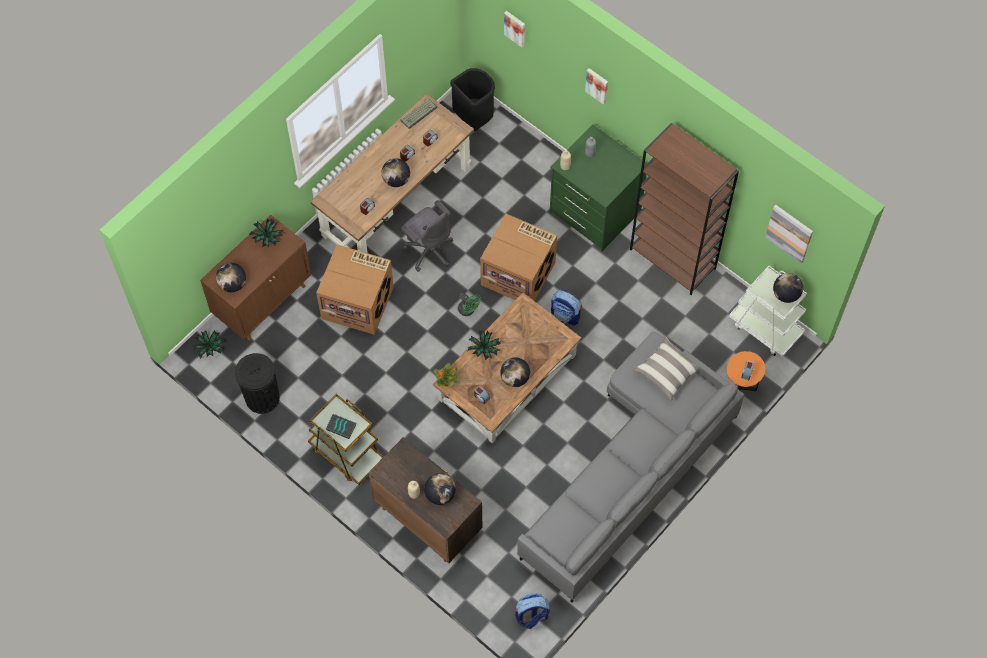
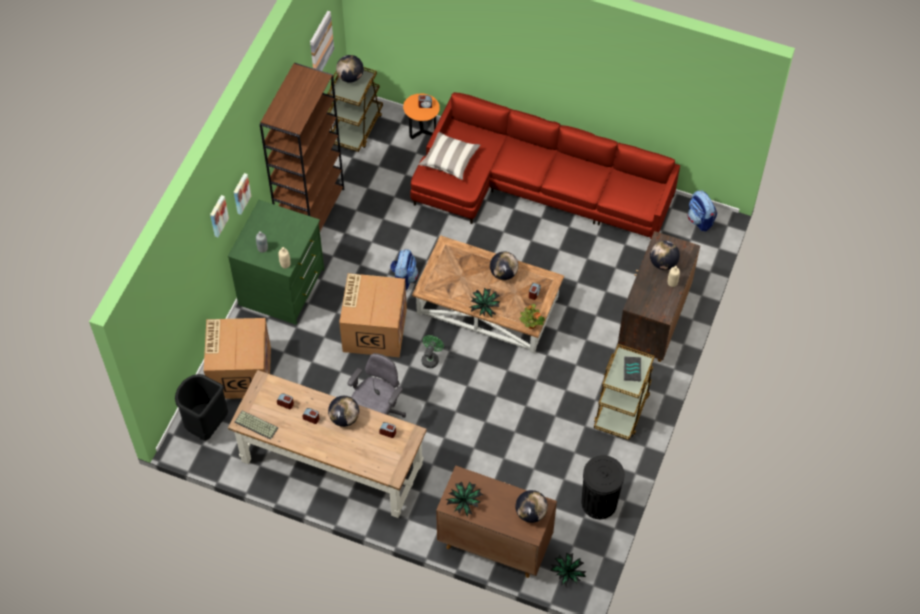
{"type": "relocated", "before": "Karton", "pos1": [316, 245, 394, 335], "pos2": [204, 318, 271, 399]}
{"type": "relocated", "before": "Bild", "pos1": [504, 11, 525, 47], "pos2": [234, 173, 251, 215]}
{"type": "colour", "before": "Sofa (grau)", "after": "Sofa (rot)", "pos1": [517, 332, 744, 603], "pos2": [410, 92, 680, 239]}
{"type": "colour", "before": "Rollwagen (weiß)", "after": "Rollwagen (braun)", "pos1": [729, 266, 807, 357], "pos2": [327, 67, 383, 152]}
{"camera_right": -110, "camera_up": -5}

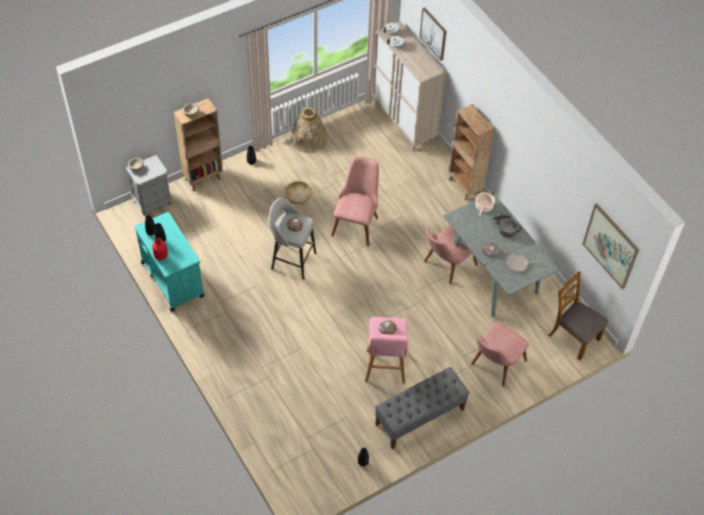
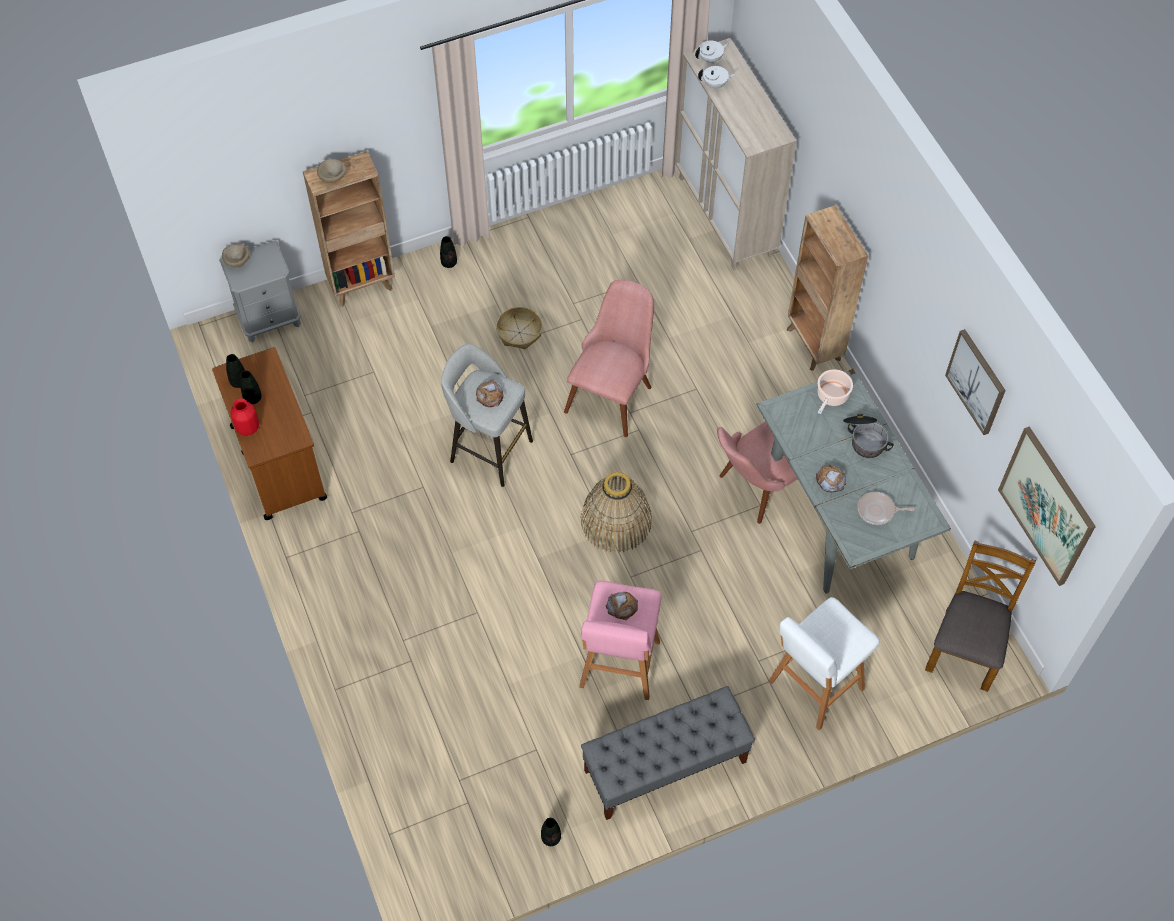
{"type": "colour", "before": "Rollwagen (türkis)", "after": "Rollwagen (braun)", "pos1": [134, 212, 205, 312], "pos2": [212, 347, 327, 520]}
{"type": "relocated", "before": "Korb", "pos1": [290, 108, 327, 153], "pos2": [580, 472, 652, 553]}
{"type": "relocated", "before": "Bild", "pos1": [420, 7, 447, 61], "pos2": [945, 329, 1006, 435]}
{"type": "exchanged", "before": "Stuhl (rosa)", "after": "Hocker (weiß)", "pos1": [471, 322, 529, 386], "pos2": [768, 597, 880, 730]}
{"type": "spun", "before": "Stuhl (braun)", "pos1": [548, 271, 608, 361], "pos2": [925, 540, 1036, 692], "turn": 60}
{"camera_right": 10, "camera_up": 5}

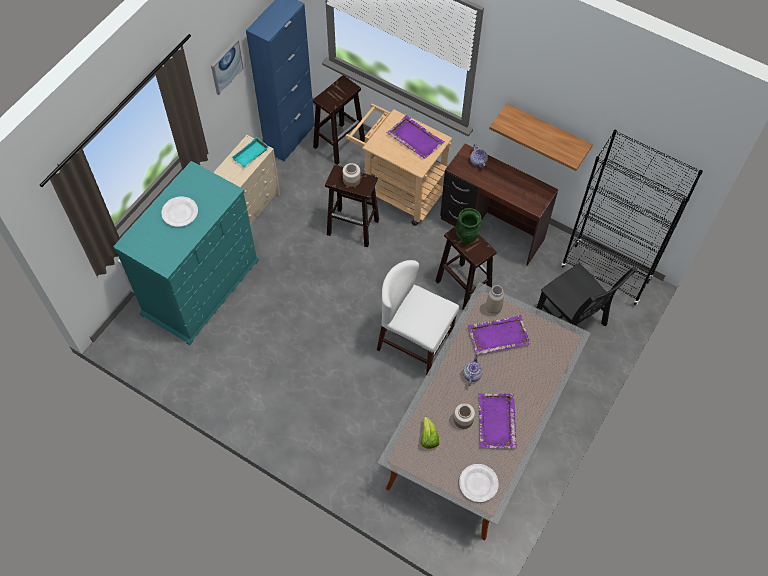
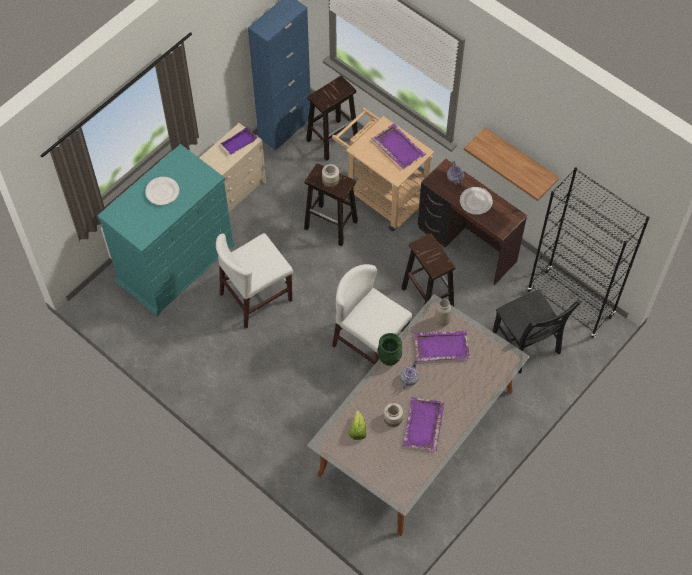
{"type": "missing", "before": "Bild", "pos1": [211, 39, 244, 95]}
{"type": "colour", "before": "Tablett (türkis)", "after": "Tablett (lila)", "pos1": [232, 137, 269, 167], "pos2": [221, 126, 258, 155]}
{"type": "relocated", "before": "Vase (grün)", "pos1": [456, 208, 482, 243], "pos2": [377, 333, 402, 366]}
{"type": "relocated", "before": "Teller (weiß)", "pos1": [459, 464, 499, 502], "pos2": [460, 187, 493, 215]}
{"type": "appeared", "after": "Stuhl (weiß)", "pos2": [216, 233, 293, 329]}
{"camera_right": 10, "camera_up": 0}

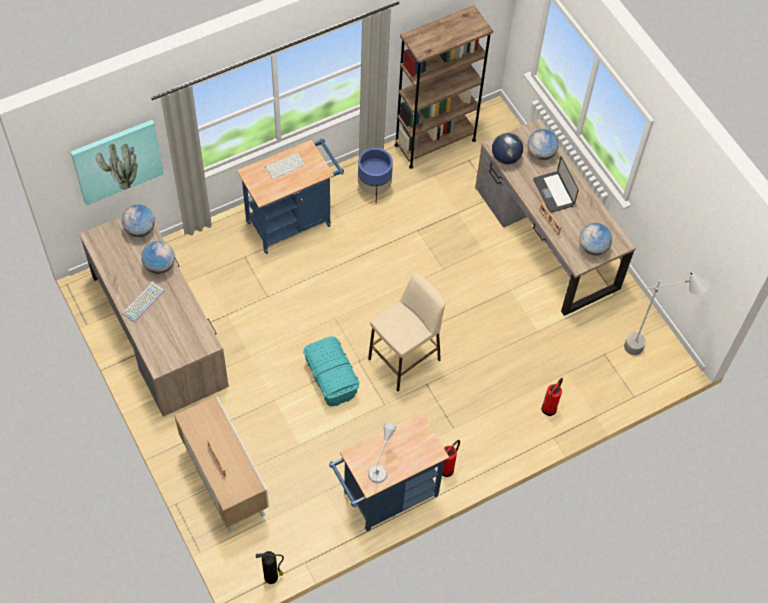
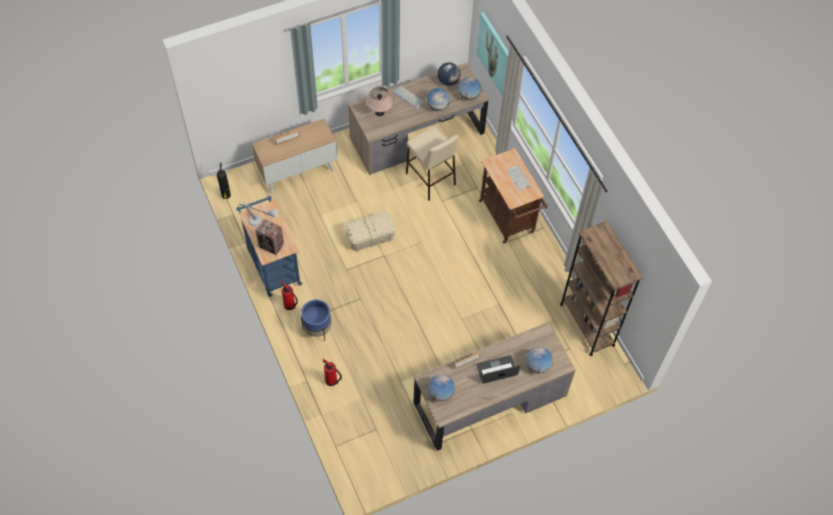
{"type": "colour", "before": "Rollwagen (blau)", "after": "Rollwagen (braun)", "pos1": [237, 139, 344, 254], "pos2": [479, 148, 548, 244]}
{"type": "colour", "before": "Aufbewahrungsbox (türkis)", "after": "Aufbewahrungsbox (beige)", "pos1": [304, 336, 359, 406], "pos2": [345, 211, 396, 251]}
{"type": "relocated", "before": "Pflanzkübel (blau)", "pos1": [358, 148, 393, 202], "pos2": [301, 299, 331, 341]}
{"type": "relocated", "before": "Hocker (beige)", "pos1": [368, 273, 445, 391], "pos2": [406, 126, 458, 201]}
{"type": "relocated", "before": "Globus", "pos1": [492, 133, 523, 164], "pos2": [437, 63, 460, 86]}
{"type": "missing", "before": "Stehlampe (grau)", "pos1": [624, 272, 709, 355]}
{"type": "appeared", "after": "Lautsprecher", "pos2": [255, 219, 284, 255]}
{"type": "appeared", "after": "Tischlampe (beige)", "pos2": [366, 86, 394, 116]}
{"camera_right": 95, "camera_up": 0}

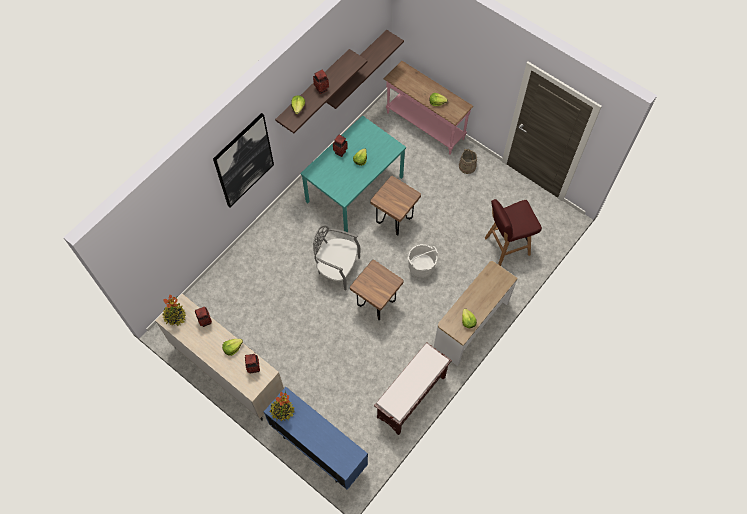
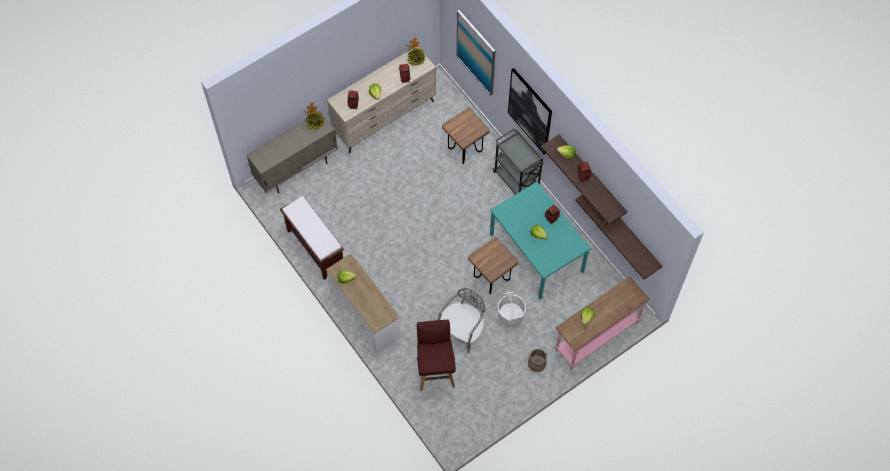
{"type": "colour", "before": "Schrank (blau)", "after": "Schrank (beige)", "pos1": [264, 387, 368, 490], "pos2": [246, 111, 338, 194]}
{"type": "relocated", "before": "Stuhl (grau)", "pos1": [313, 225, 361, 291], "pos2": [438, 288, 485, 354]}
{"type": "relocated", "before": "Hocker (braun)", "pos1": [350, 260, 404, 320], "pos2": [442, 107, 490, 164]}
{"type": "relocated", "before": "Eimer (weiß)", "pos1": [408, 244, 438, 278], "pos2": [498, 292, 526, 327]}
{"type": "appeared", "after": "Bild", "pos2": [456, 10, 495, 96]}
{"type": "appeared", "after": "Rollwagen (grau)", "pos2": [492, 129, 544, 195]}
{"camera_right": 105, "camera_up": 0}

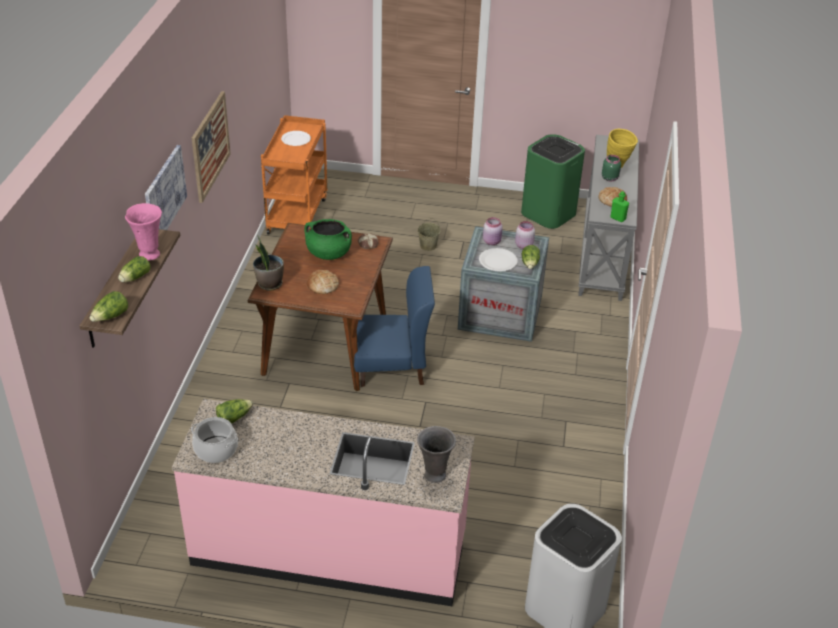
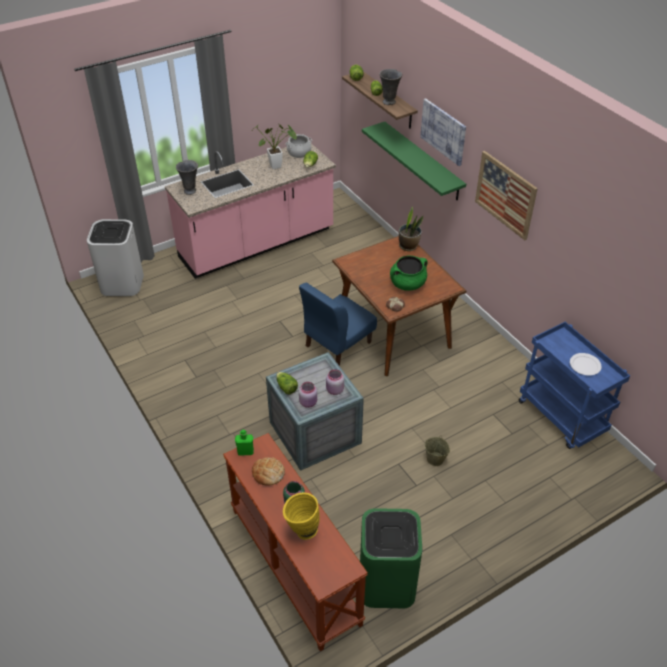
{"type": "colour", "before": "Vase (rosa)", "after": "Vase (grau)", "pos1": [125, 203, 162, 261], "pos2": [380, 69, 402, 105]}
{"type": "colour", "before": "Rollwagen (orange)", "after": "Rollwagen (blau)", "pos1": [261, 115, 327, 235], "pos2": [519, 322, 630, 449]}
{"type": "missing", "before": "Brot", "pos1": [307, 270, 339, 294]}
{"type": "missing", "before": "Teller (weiß)", "pos1": [479, 248, 518, 272]}
{"type": "colour", "before": "Konsolentisch (grau)", "after": "Konsolentisch (braun)", "pos1": [578, 135, 639, 301], "pos2": [223, 433, 368, 651]}
{"type": "appeared", "after": "Topfpflanze", "pos2": [252, 124, 297, 169]}
{"type": "appeared", "after": "Wandregal (grün)", "pos2": [362, 122, 466, 200]}
{"camera_right": 140, "camera_up": 5}

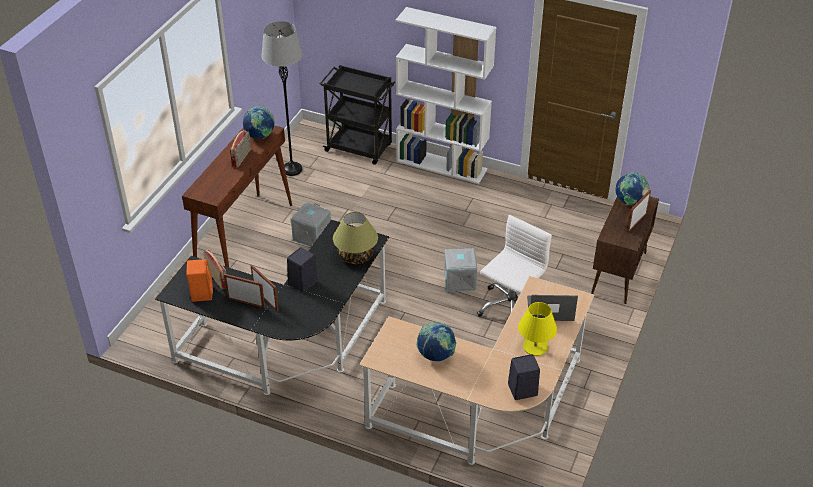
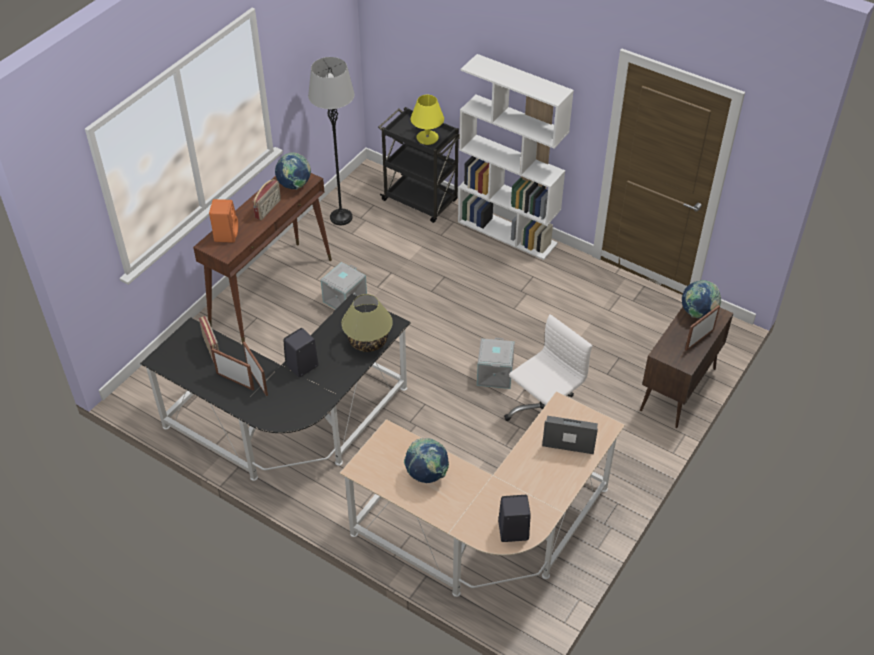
{"type": "relocated", "before": "Lautsprecher (orange)", "pos1": [186, 259, 213, 302], "pos2": [209, 199, 238, 243]}
{"type": "relocated", "before": "Tischlampe (gelb)", "pos1": [518, 302, 557, 356], "pos2": [411, 95, 444, 145]}
{"camera_right": 10, "camera_up": 5}

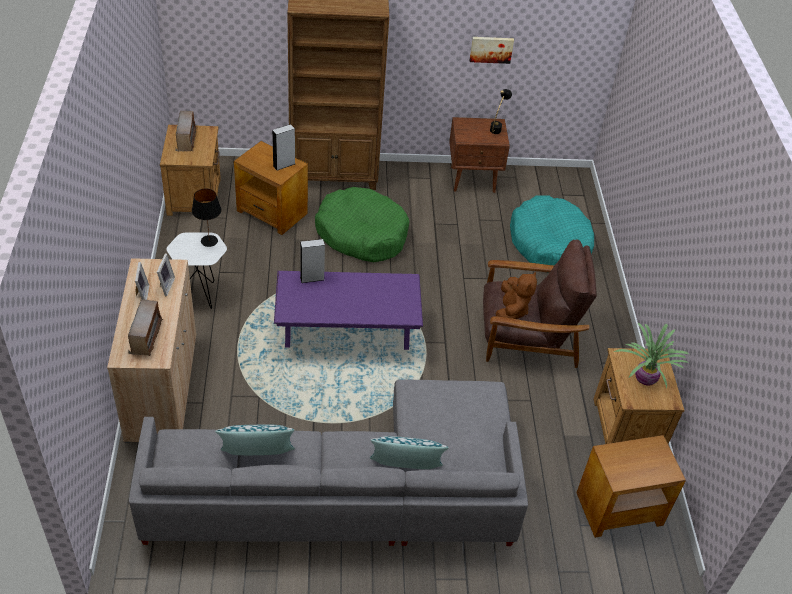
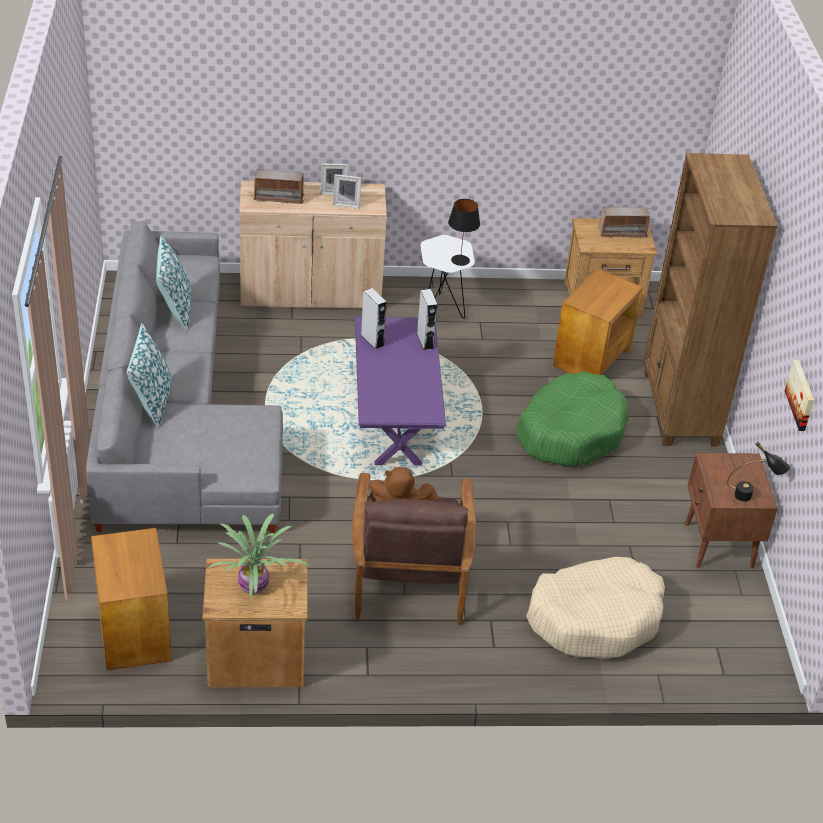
{"type": "relocated", "before": "Lautsprecher (grau)", "pos1": [272, 124, 295, 170], "pos2": [361, 288, 387, 350]}
{"type": "colour", "before": "Hundebett (türkis)", "after": "Hundebett (beige)", "pos1": [510, 195, 594, 273], "pos2": [526, 557, 665, 659]}
{"camera_right": 90, "camera_up": -5}

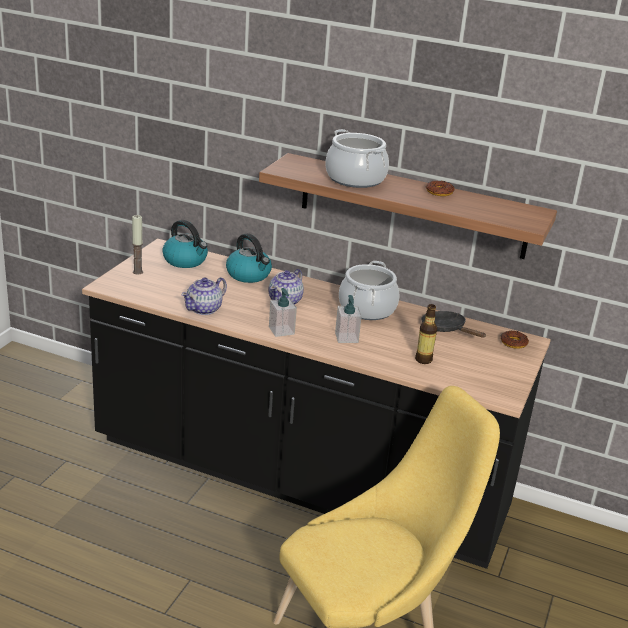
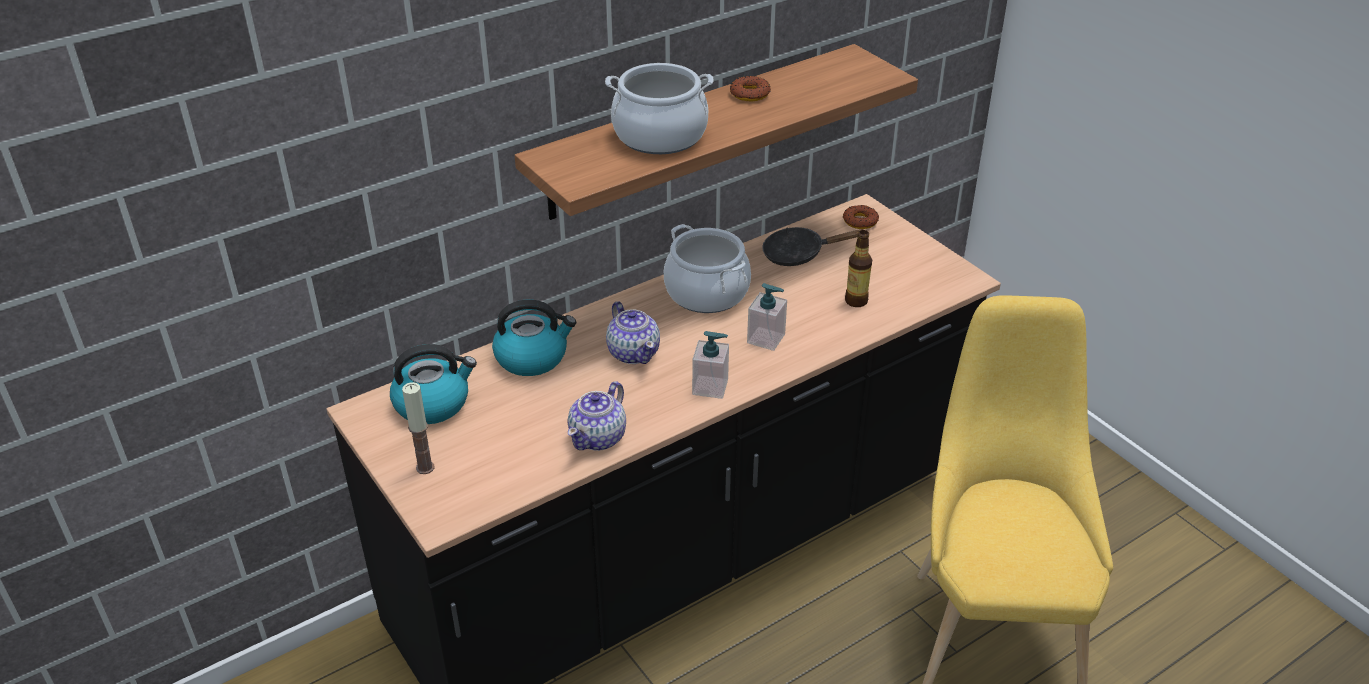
{"type": "spun", "before": "Teekanne", "pos1": [181, 277, 227, 315], "pos2": [568, 381, 626, 451], "turn": 45}
{"camera_right": -55, "camera_up": 10}

